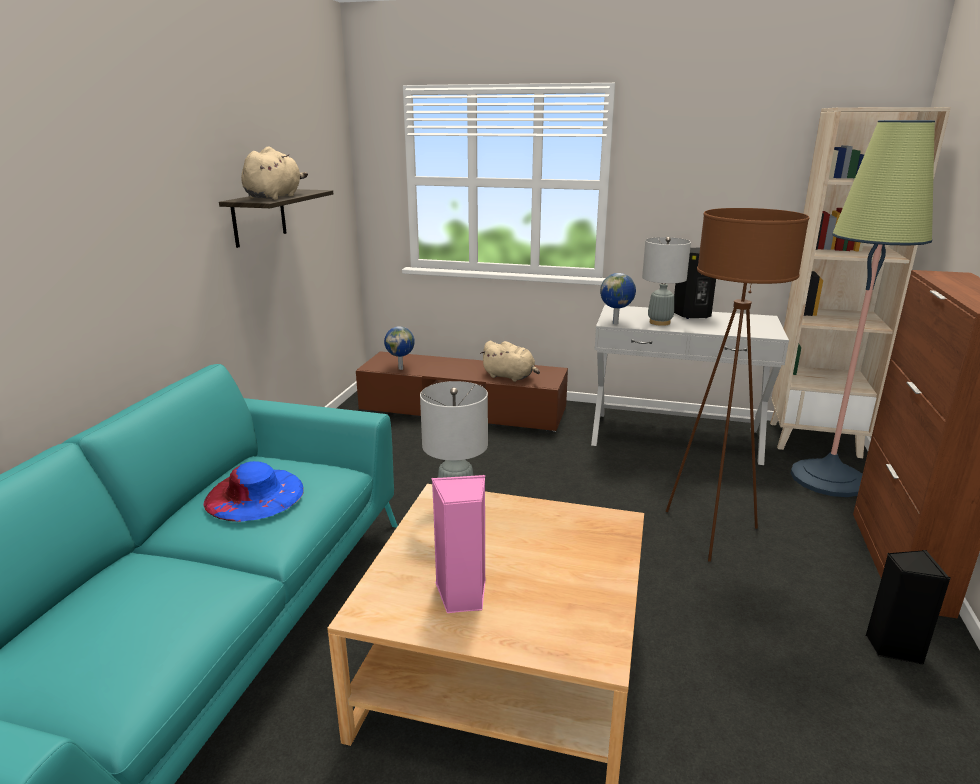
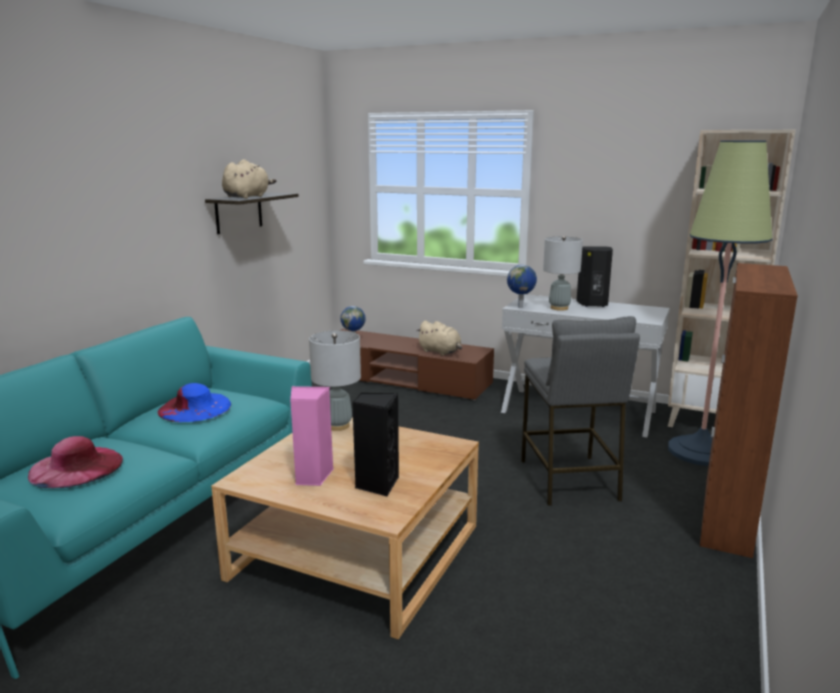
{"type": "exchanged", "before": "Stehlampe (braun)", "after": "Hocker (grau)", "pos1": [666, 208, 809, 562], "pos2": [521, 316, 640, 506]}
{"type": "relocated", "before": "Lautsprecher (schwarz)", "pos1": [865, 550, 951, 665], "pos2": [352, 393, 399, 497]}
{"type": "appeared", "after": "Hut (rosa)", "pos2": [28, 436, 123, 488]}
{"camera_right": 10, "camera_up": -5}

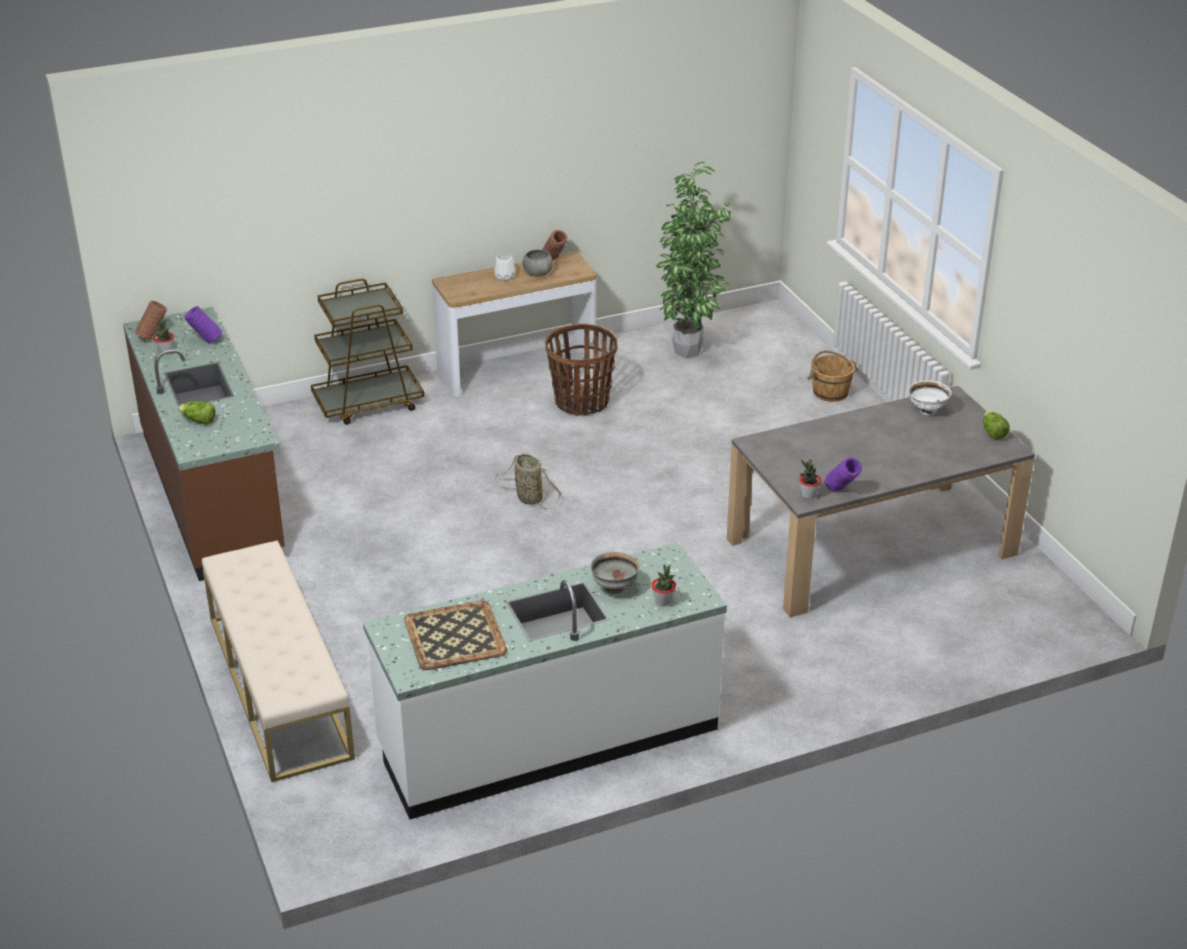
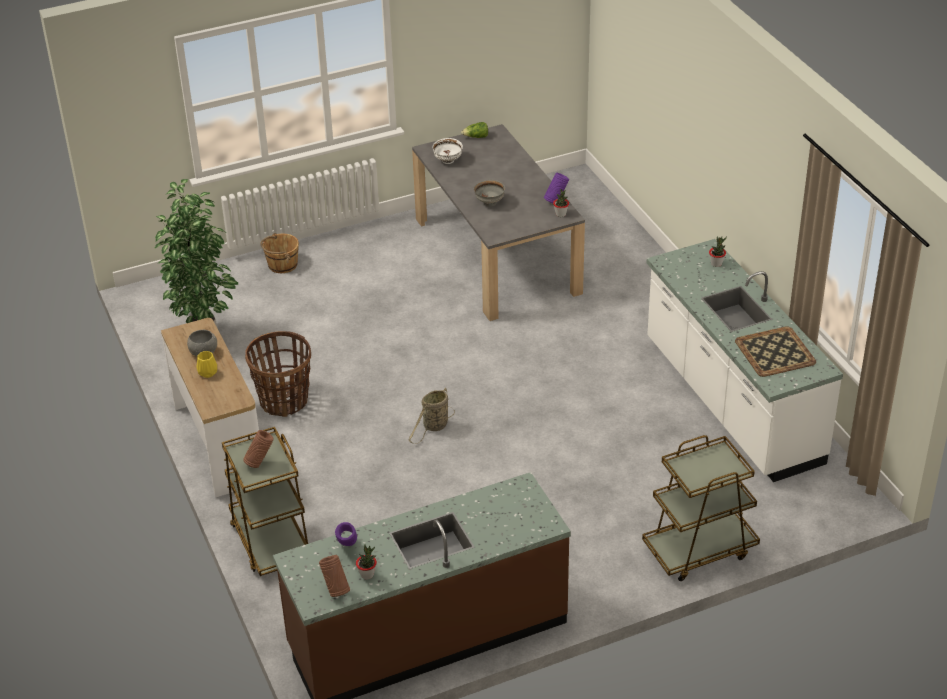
{"type": "missing", "before": "Salatkopf", "pos1": [178, 401, 215, 425]}
{"type": "exchanged", "before": "Bank (beige)", "after": "Rollwagen (braun)", "pos1": [202, 541, 355, 782], "pos2": [642, 435, 760, 581]}
{"type": "colour", "before": "Vase (weiß)", "after": "Vase (gelb)", "pos1": [494, 254, 515, 281], "pos2": [196, 351, 217, 378]}
{"type": "relocated", "before": "Vase (braun)", "pos1": [542, 230, 567, 260], "pos2": [243, 430, 274, 468]}
{"type": "relocated", "before": "Schüssel (grau)", "pos1": [591, 552, 640, 594], "pos2": [474, 180, 505, 207]}
{"camera_right": -90, "camera_up": 5}

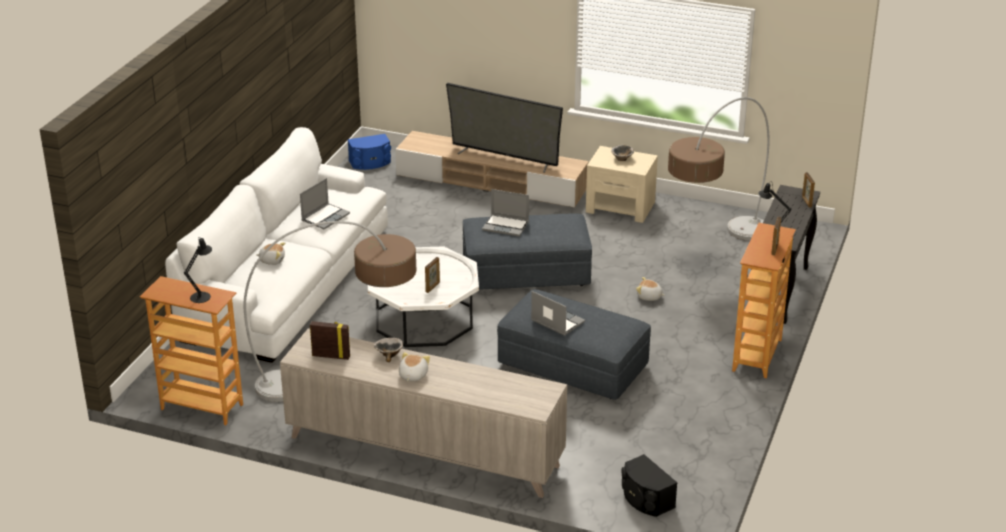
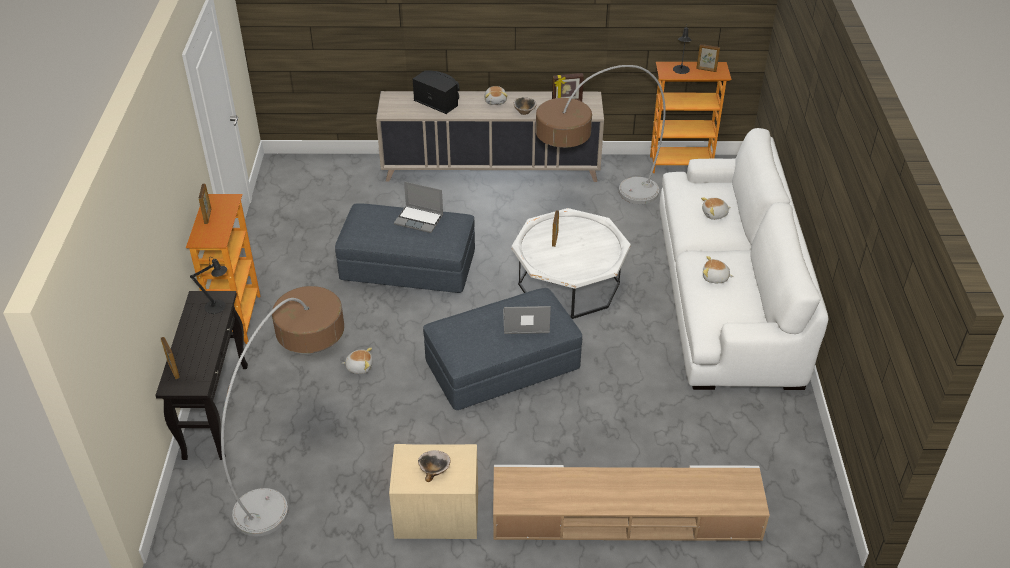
{"type": "exchanged", "before": "Laptop", "after": "Plüschtier", "pos1": [300, 178, 350, 230], "pos2": [703, 256, 734, 283]}
{"type": "missing", "before": "Lautsprecher (blau)", "pos1": [348, 134, 391, 170]}
{"type": "missing", "before": "Fernseher", "pos1": [446, 83, 563, 173]}
{"type": "relocated", "before": "Lautsprecher (schwarz)", "pos1": [622, 454, 677, 517], "pos2": [412, 70, 460, 114]}
{"type": "appeared", "after": "Bilderrahmen", "pos2": [696, 44, 720, 72]}
{"camera_right": 160, "camera_up": 10}

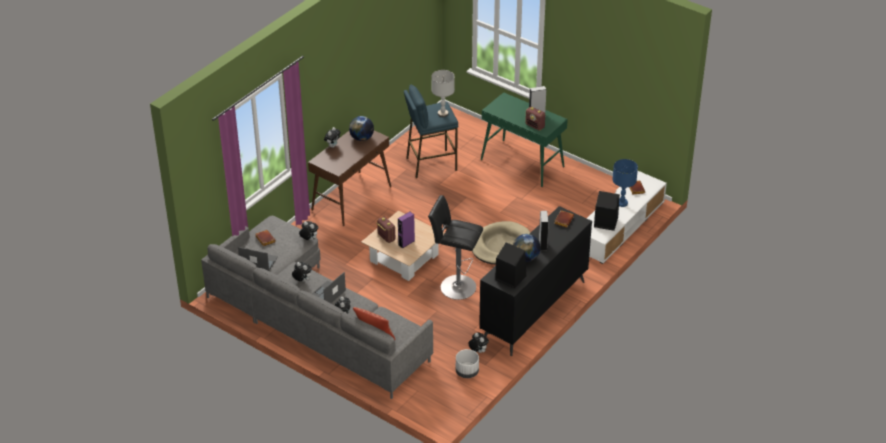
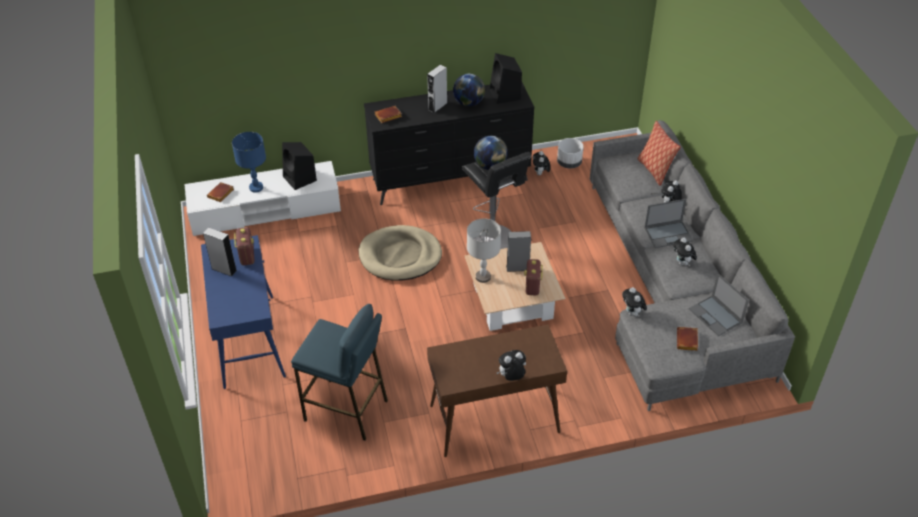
{"type": "relocated", "before": "Globus", "pos1": [349, 116, 374, 141], "pos2": [474, 136, 508, 170]}
{"type": "colour", "before": "Lautsprecher (lila)", "after": "Lautsprecher (grau)", "pos1": [398, 212, 415, 249], "pos2": [506, 231, 531, 272]}
{"type": "relocated", "before": "Tischlampe (grau)", "pos1": [431, 70, 455, 117], "pos2": [467, 218, 501, 283]}
{"type": "colour", "before": "Konsolentisch (grün)", "after": "Konsolentisch (blau)", "pos1": [481, 92, 568, 187], "pos2": [201, 235, 286, 389]}
{"camera_right": -140, "camera_up": 5}

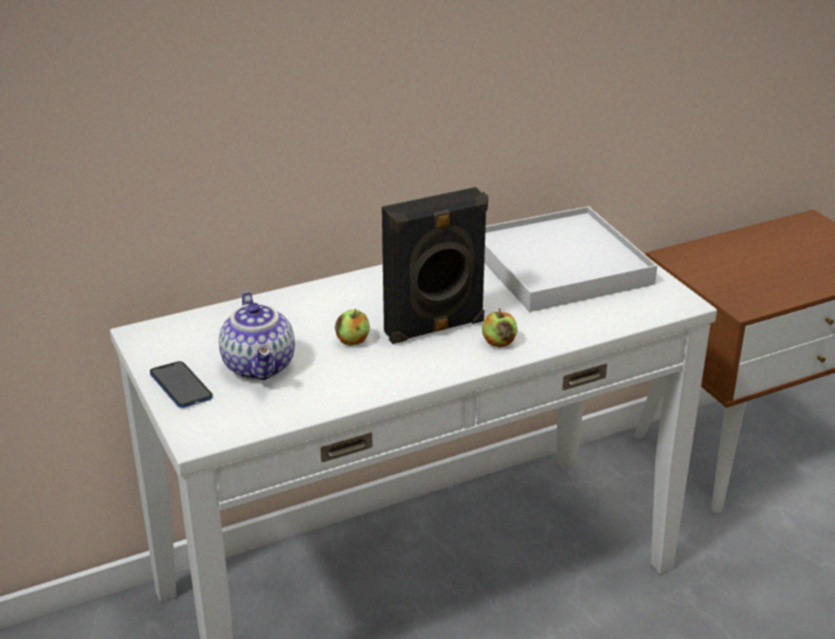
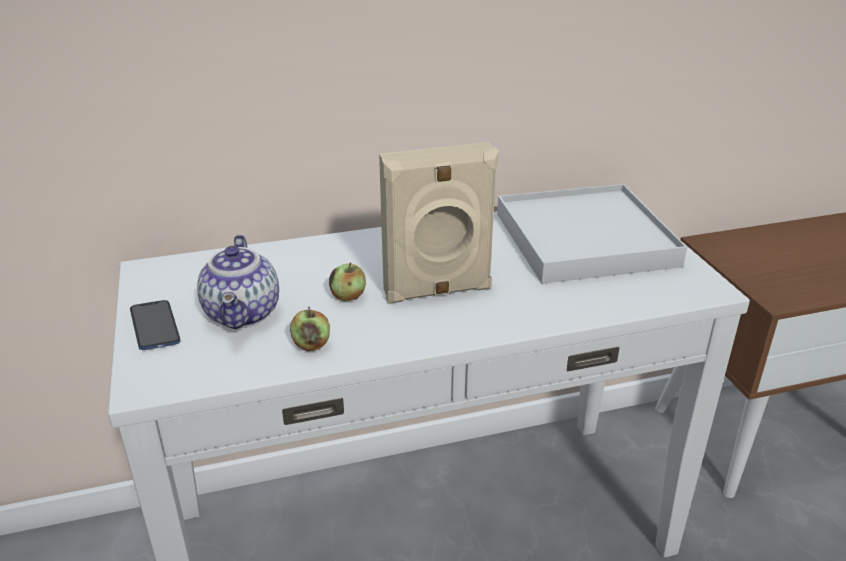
{"type": "colour", "before": "Lautsprecher (schwarz)", "after": "Lautsprecher (beige)", "pos1": [382, 187, 488, 344], "pos2": [379, 142, 499, 304]}
{"type": "relocated", "before": "Apfel", "pos1": [482, 309, 517, 348], "pos2": [290, 307, 330, 351]}
{"camera_right": 10, "camera_up": 0}

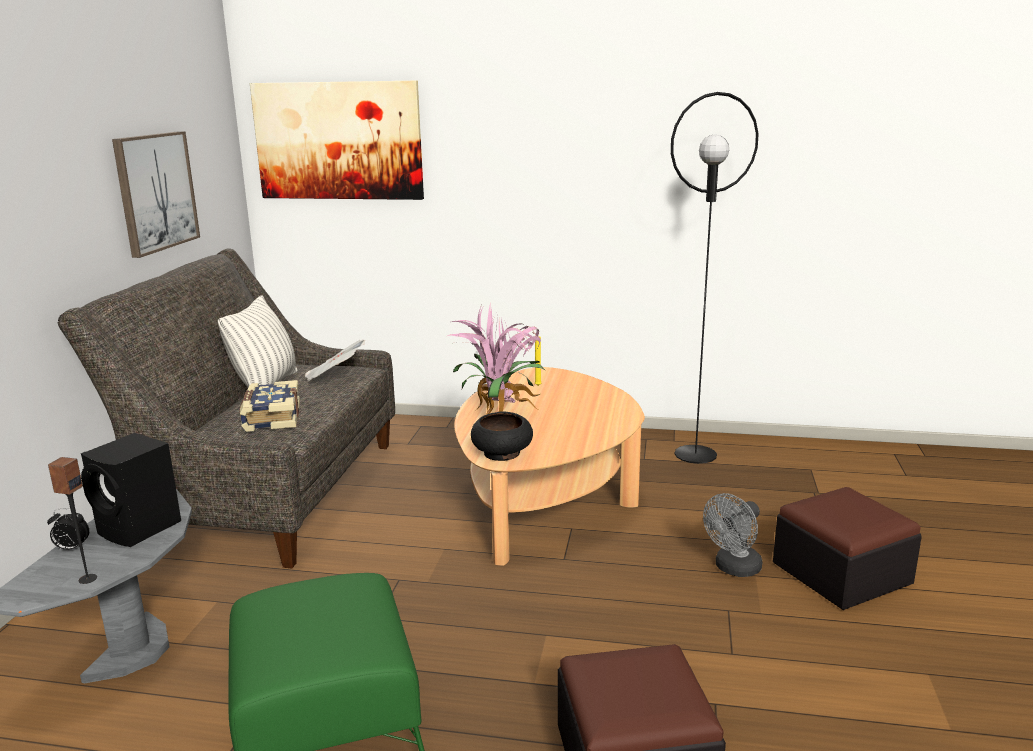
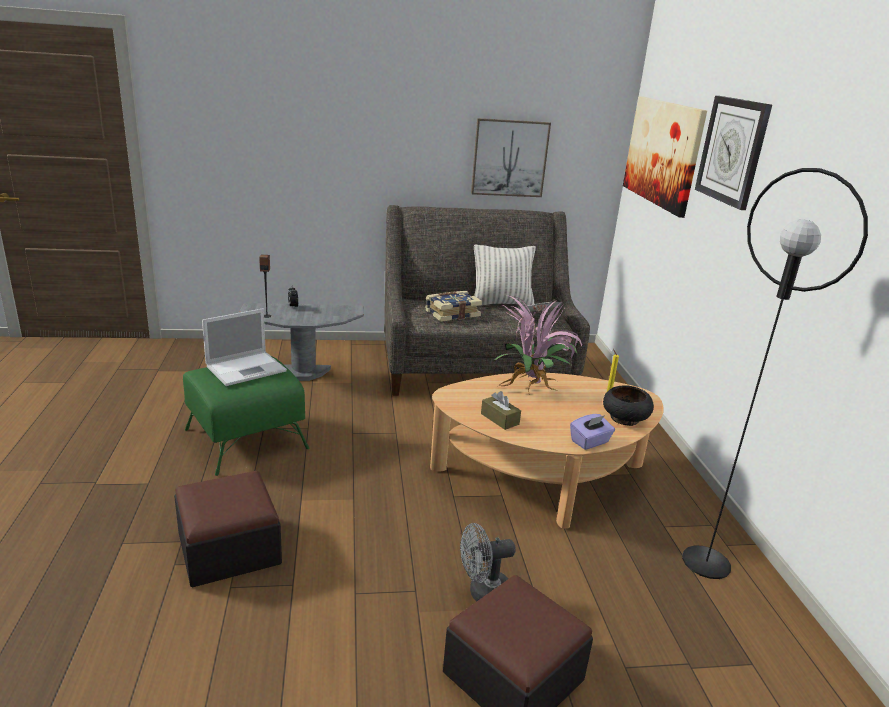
{"type": "missing", "before": "Lautsprecher (schwarz)", "pos1": [81, 433, 181, 547]}
{"type": "relocated", "before": "Schüssel (schwarz)", "pos1": [471, 412, 533, 461], "pos2": [603, 385, 654, 426]}
{"type": "spun", "before": "Ventilator (grau)", "pos1": [703, 493, 762, 577], "pos2": [460, 523, 516, 602], "turn": -45}
{"type": "appeared", "after": "Laptop", "pos2": [202, 309, 287, 386]}
{"type": "appeared", "after": "Taschentuchbox (braun)", "pos2": [481, 391, 521, 430]}
{"type": "appeared", "after": "Taschentuchbox (lila)", "pos2": [570, 414, 615, 450]}
{"type": "appeared", "after": "Wanduhr", "pos2": [695, 96, 772, 210]}
{"camera_right": 70, "camera_up": 5}

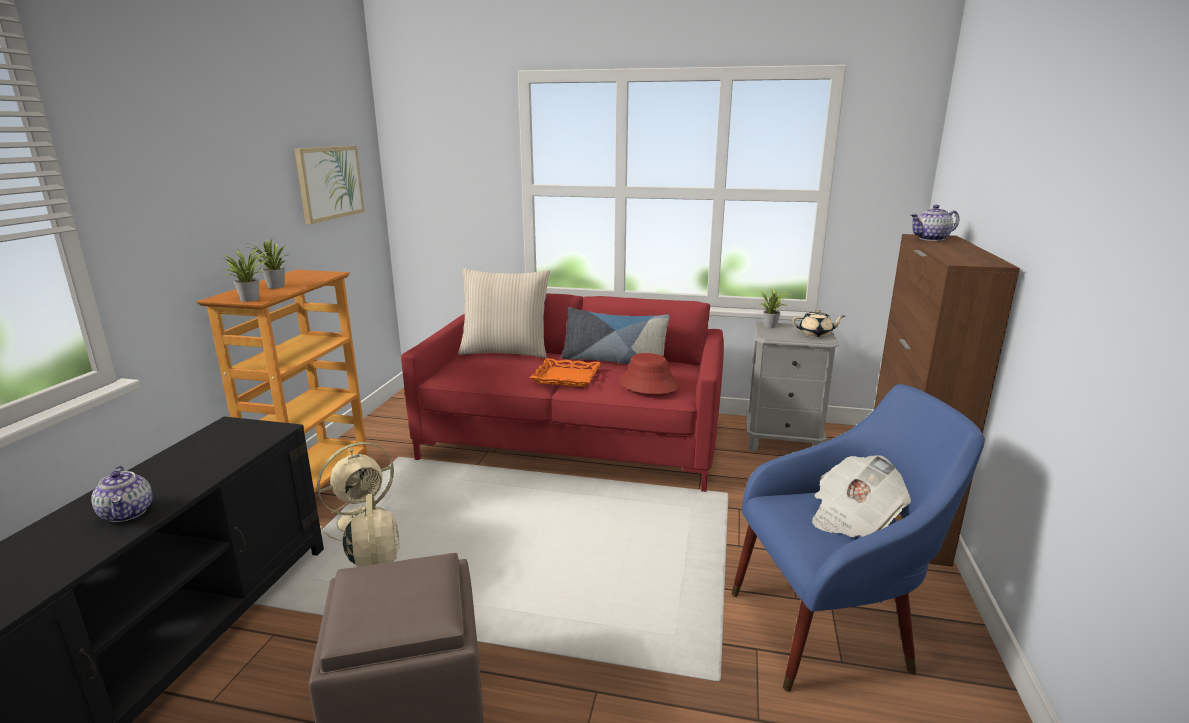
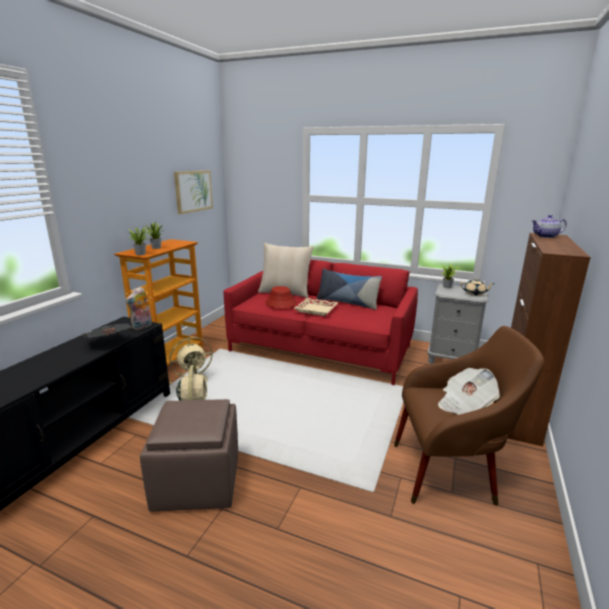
{"type": "missing", "before": "Teekanne", "pos1": [91, 466, 153, 522]}
{"type": "colour", "before": "Tablett (orange)", "after": "Tablett (beige)", "pos1": [530, 358, 601, 387], "pos2": [294, 298, 338, 316]}
{"type": "relocated", "before": "Hut (rot)", "pos1": [619, 353, 680, 394], "pos2": [265, 286, 297, 308]}
{"type": "colour", "before": "Sessel (blau)", "after": "Sessel (braun)", "pos1": [732, 384, 985, 692], "pos2": [394, 326, 545, 506]}
{"type": "appeared", "after": "Zeitung", "pos2": [83, 324, 132, 338]}
{"type": "appeared", "after": "Plüschtier", "pos2": [125, 287, 152, 330]}
{"camera_right": 10, "camera_up": 0}

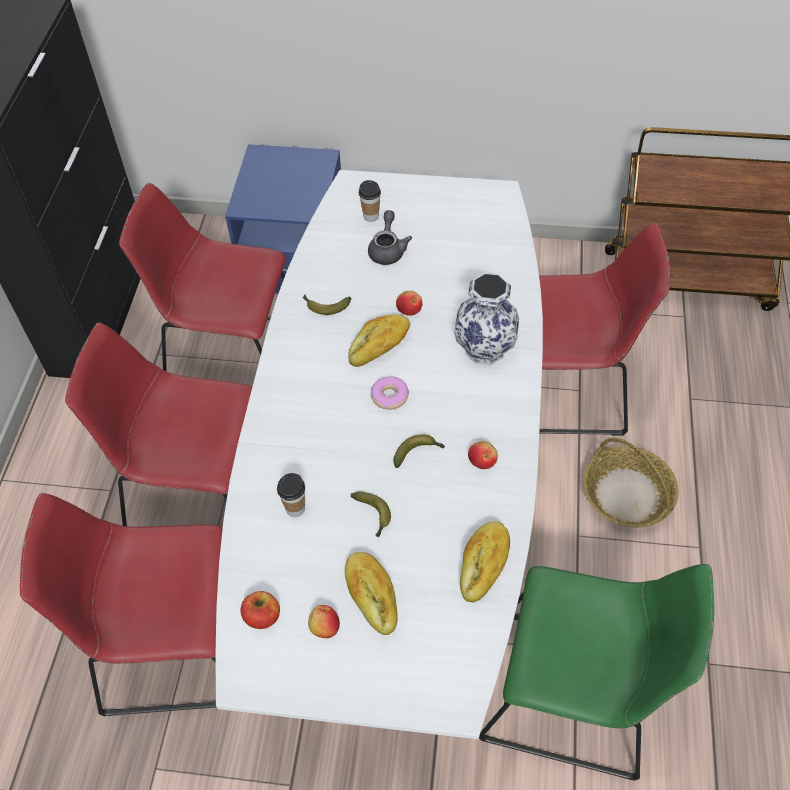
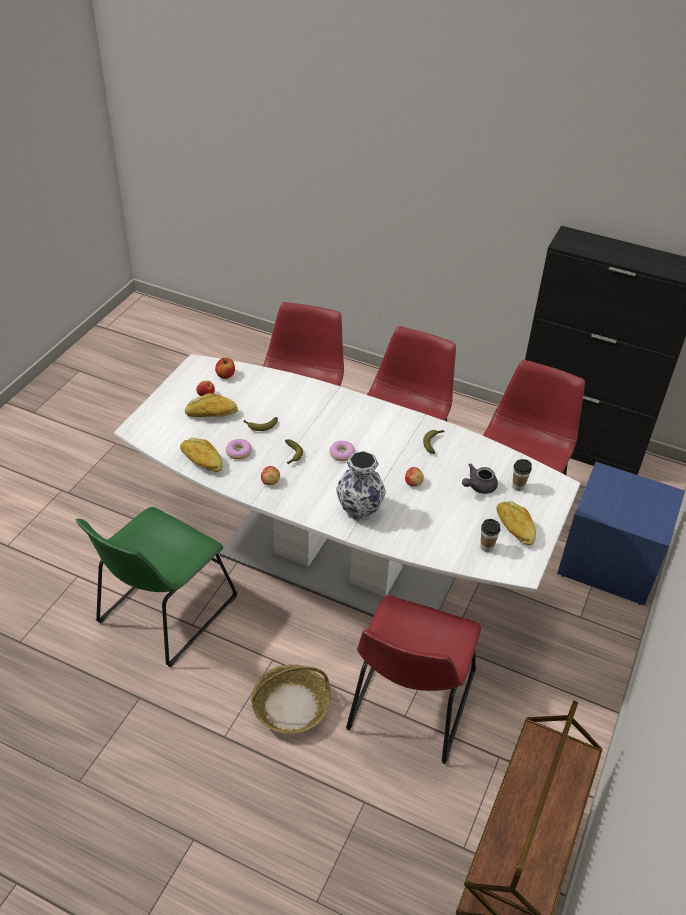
{"type": "relocated", "before": "Tasse", "pos1": [277, 473, 305, 517], "pos2": [480, 519, 500, 552]}
{"type": "relocated", "before": "Brot", "pos1": [348, 314, 410, 367], "pos2": [496, 501, 536, 546]}
{"type": "spun", "before": "Teekanne (grau)", "pos1": [368, 210, 412, 265], "pos2": [462, 463, 498, 494], "turn": 120}
{"type": "appeared", "after": "Donut", "pos2": [226, 439, 252, 460]}
{"camera_right": 105, "camera_up": -10}

